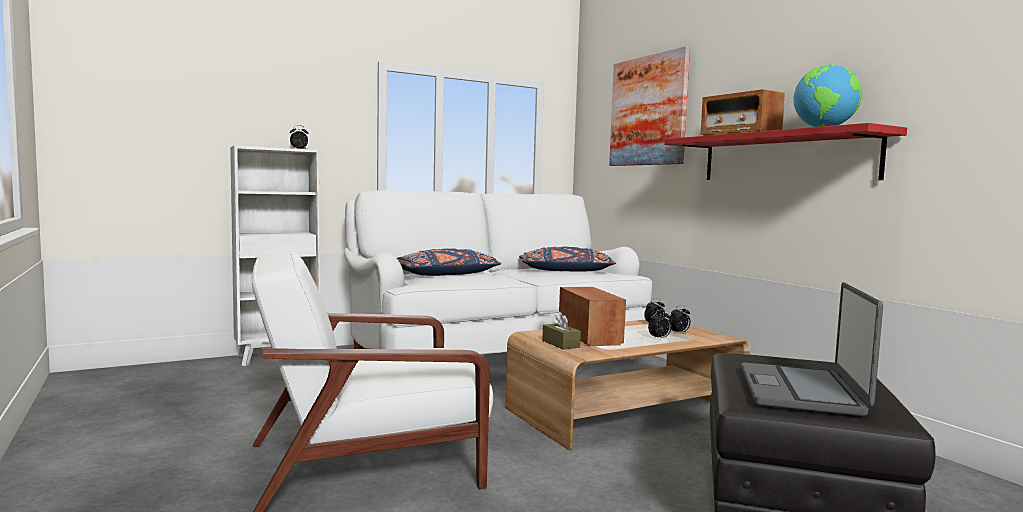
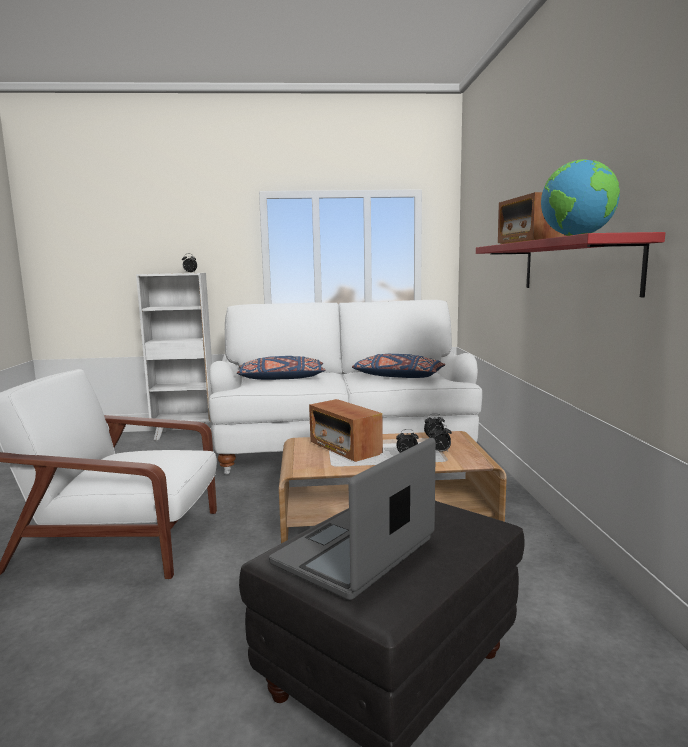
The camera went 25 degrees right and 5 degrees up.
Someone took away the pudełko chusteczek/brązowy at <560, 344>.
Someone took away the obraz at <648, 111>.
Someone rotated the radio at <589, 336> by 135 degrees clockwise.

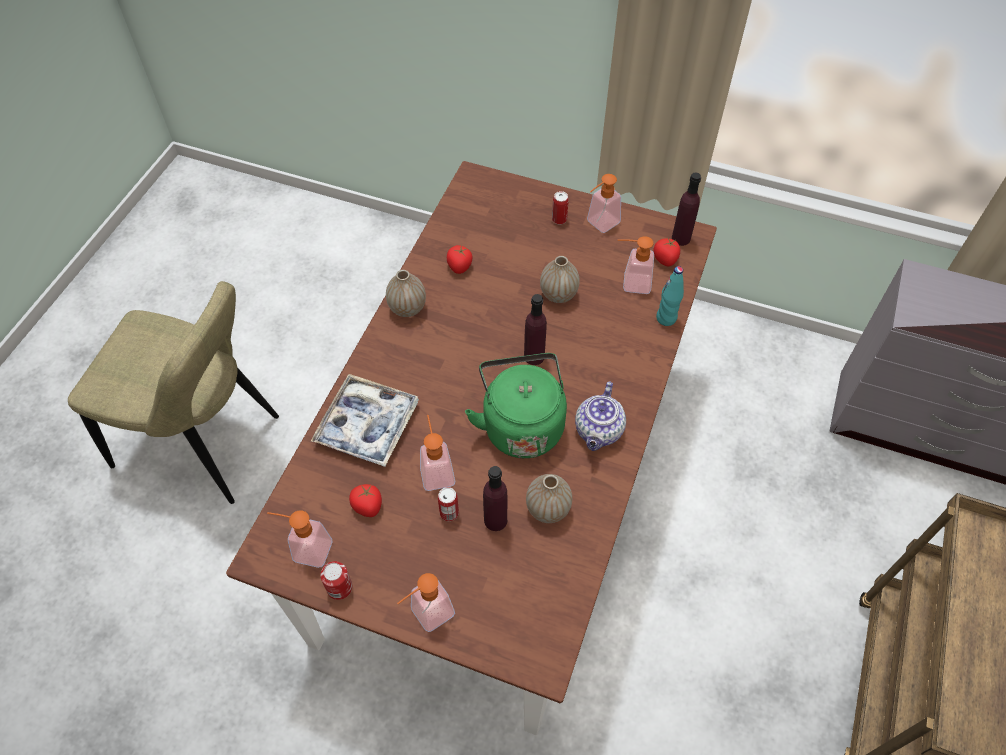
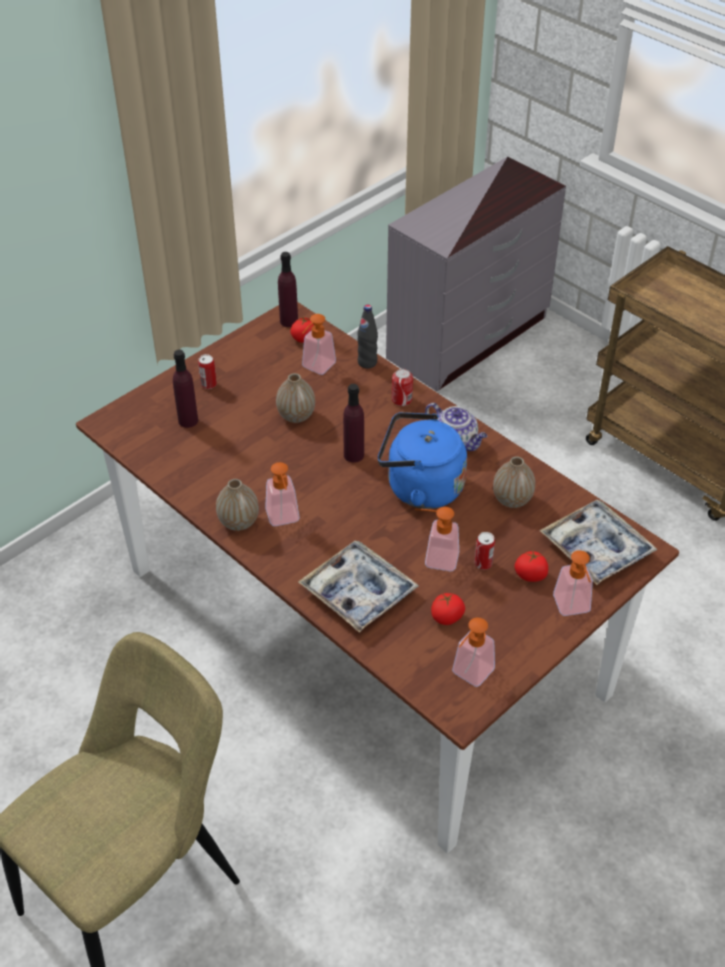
The camera went 65 degrees left and 10 degrees down.
Someone put down the taca at <596, 548>.
Someone carried the puszka from <339, 587> to <401, 399>.
Someone carried the pomidor from <459, 267> to <531, 575>.
Someone carried the butelka/fioletowy from <495, 520> to <188, 420>.
Someone carried the dozownik mydła from <599, 224> to <284, 520>.
Someone repainted the czajnik/zielony at <521, 424>, which became the czajnik/niebieski at <420, 487>.
Someone repainted the butelka/turkusowy at <666, 318>, which became the butelka/czarny at <367, 362>.

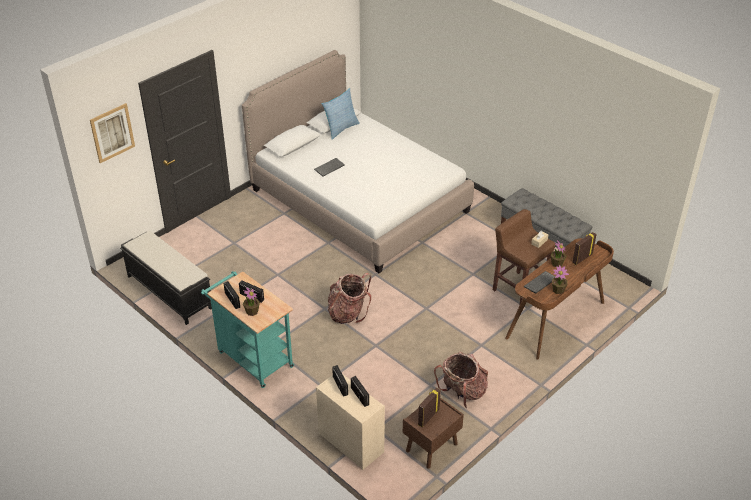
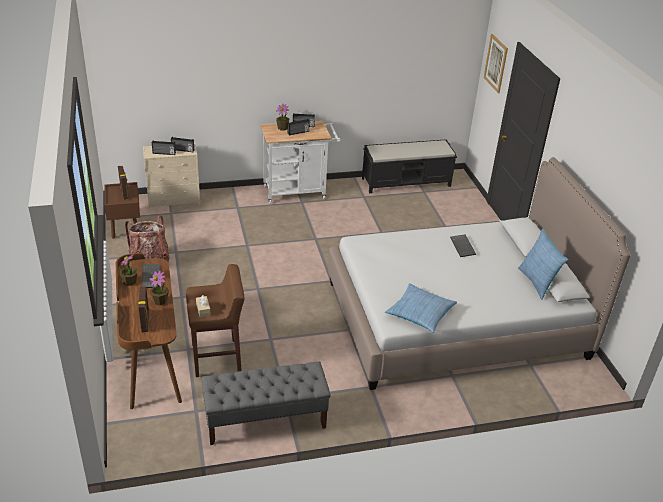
The camera went 120 degrees right and 5 degrees down.
Someone took away the plecak at <348, 313>.
Someone put down the poduszka at <420, 313>.
Someone repainted the wózek/turkusowy at <252, 357>, which became the wózek/biały at <298, 191>.

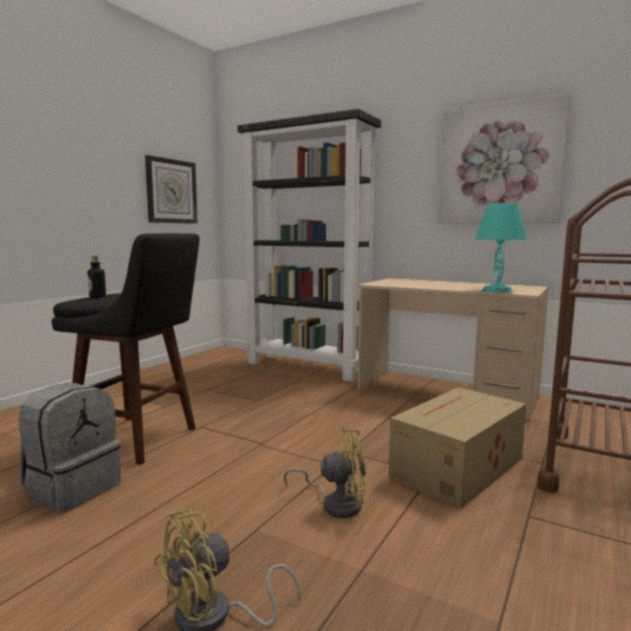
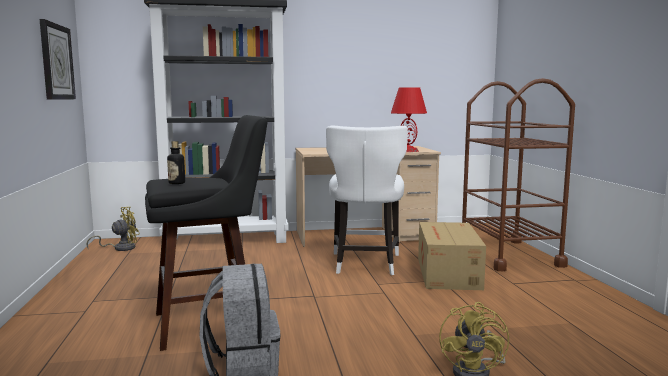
The camera went 40 degrees left and 0 degrees up.
Someone took away the obraz at <500, 164>.
Someone put down the krzesło/biały at <365, 264>.
Someone carried the wentylator/żółty from <336, 503> to <120, 248>.
Someone repainted the lampa stołowa/turkusowy at <496, 290>, which became the lampa stołowa/czerwony at <407, 151>.

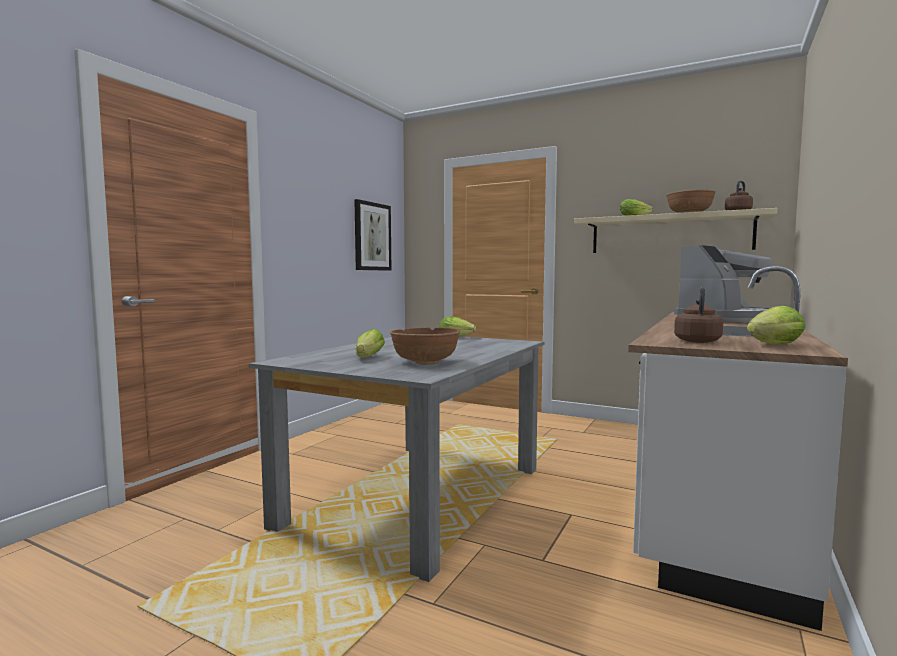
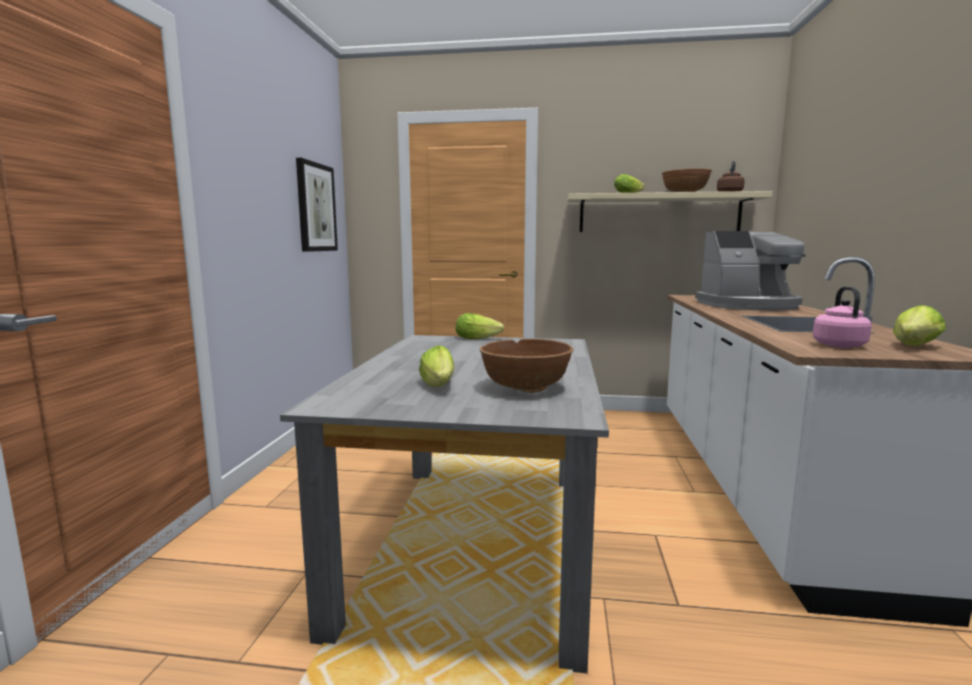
The camera went 20 degrees left and 5 degrees up.
Someone repainted the czajnik/brązowy at <697, 341>, which became the czajnik/różowy at <837, 345>.
Someone rotated the ekspres do kawy at <725, 319> by 60 degrees clockwise.

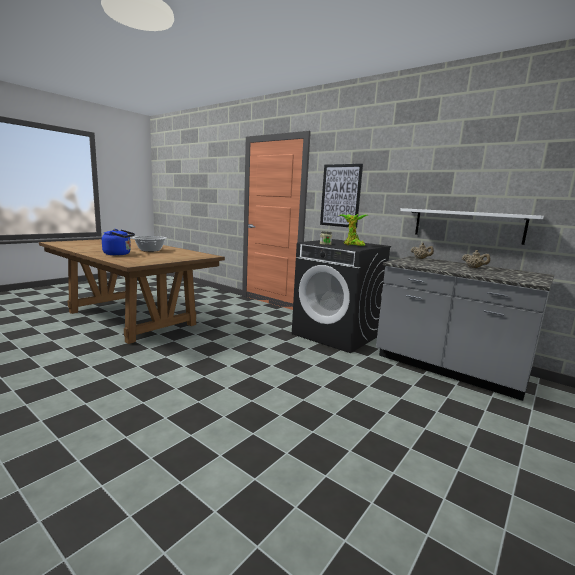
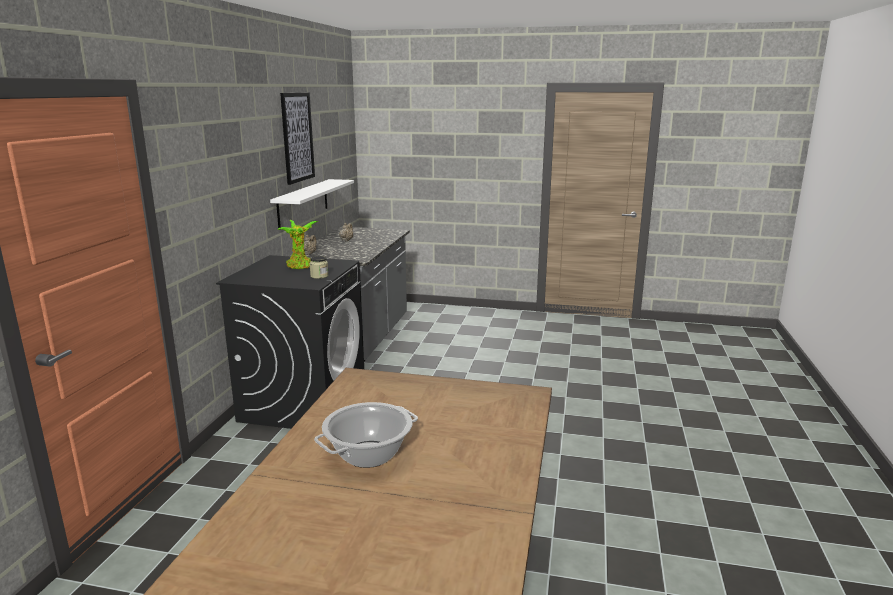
The camera went 115 degrees left and 5 degrees up.
Someone took away the czajnik/niebieski at <119, 254>.
Someone carried the obraz from <340, 195> to <297, 137>.

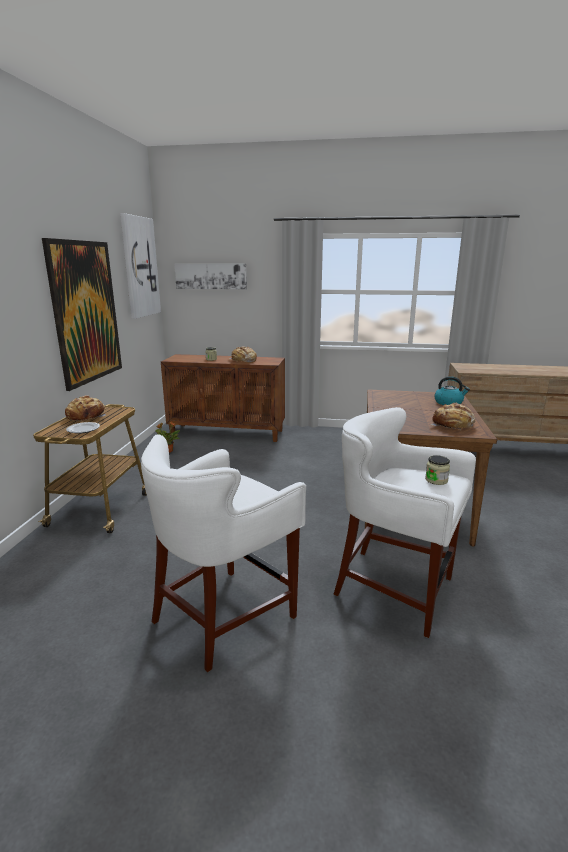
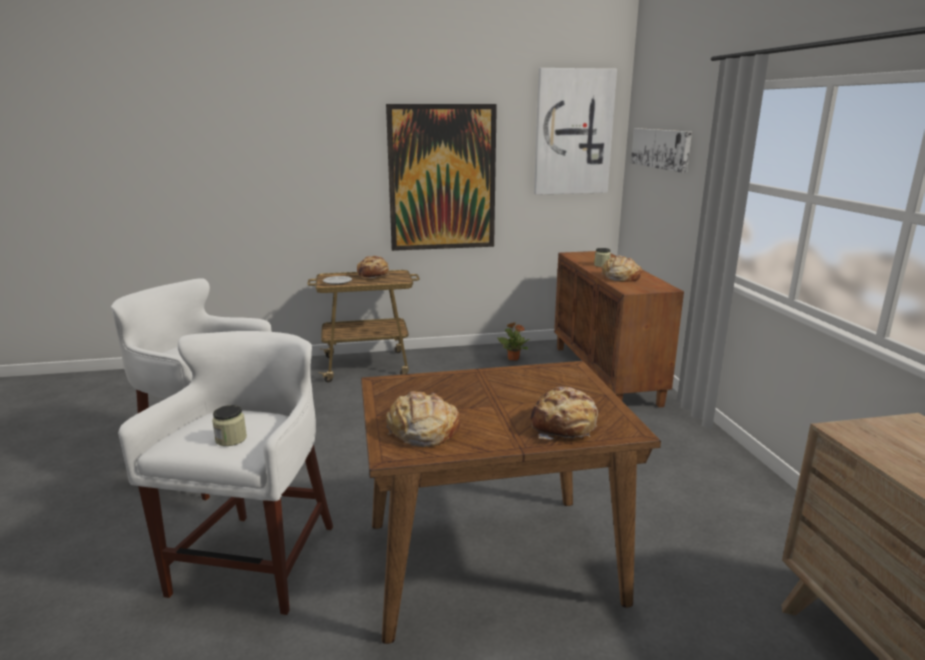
The camera went 70 degrees right and 0 degrees up.
Someone swapped the czajnik at <449, 402> for the chleb at <564, 426>.

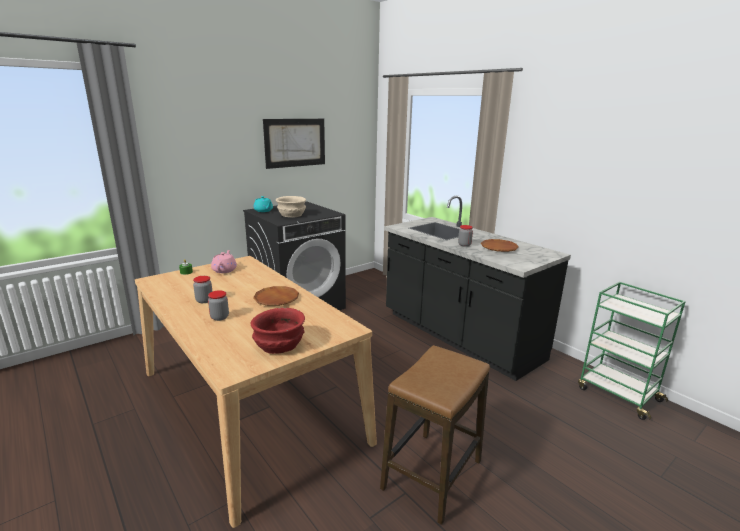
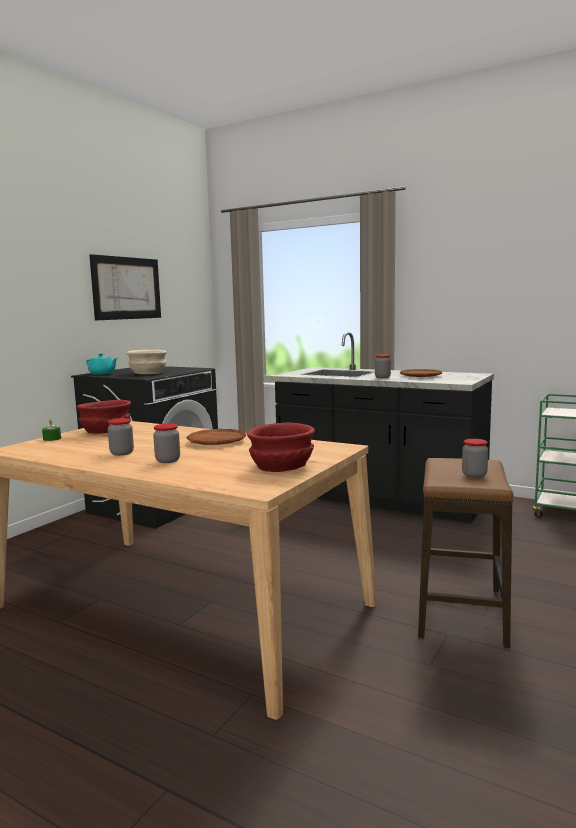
The camera went 20 degrees left and 10 degrees down.
Someone put down the słoik at <474, 475>.
Someone swapped the imbryk/różowy at <224, 270> for the miska/czerwony at <105, 431>.

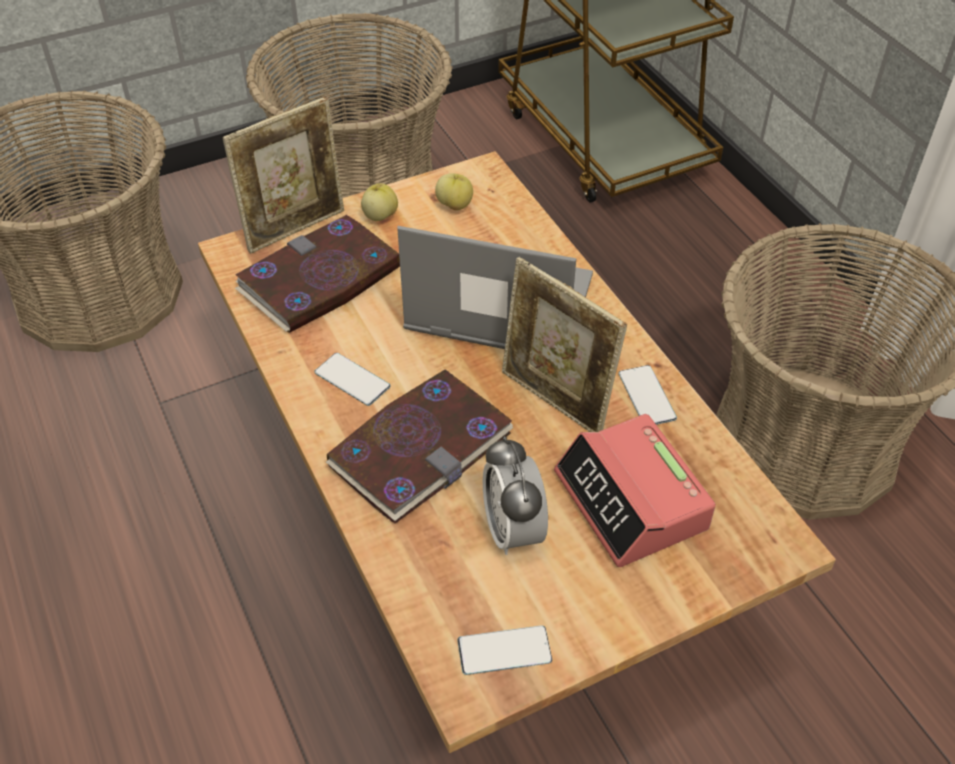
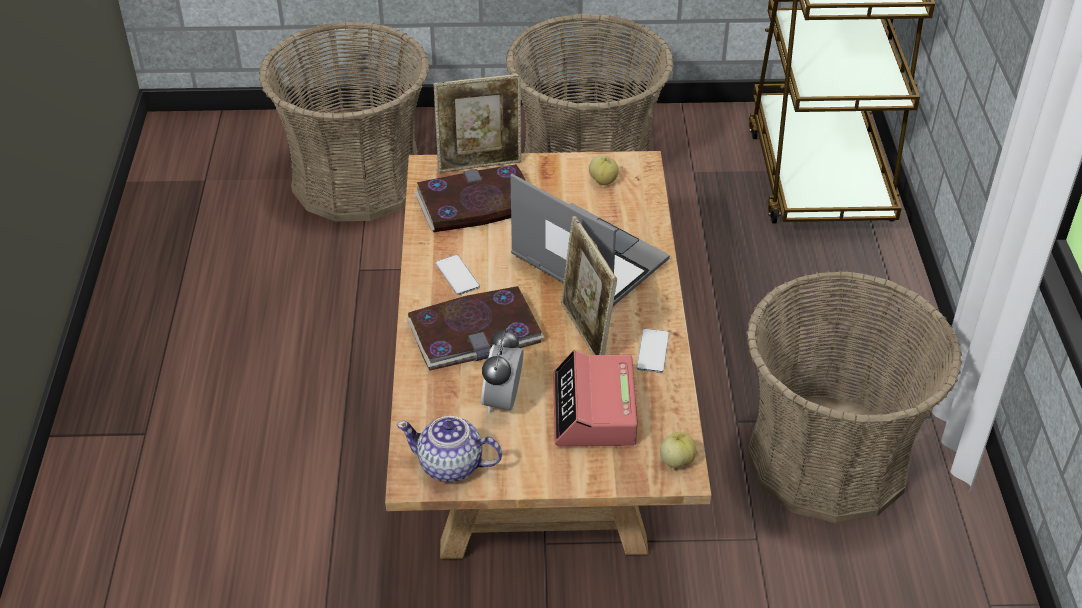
The camera went 25 degrees right and 5 degrees down.
Someone carried the jabłko from <380, 216> to <676, 461>.
Someone swapped the telefon at <504, 650> for the imbryk at <451, 465>.

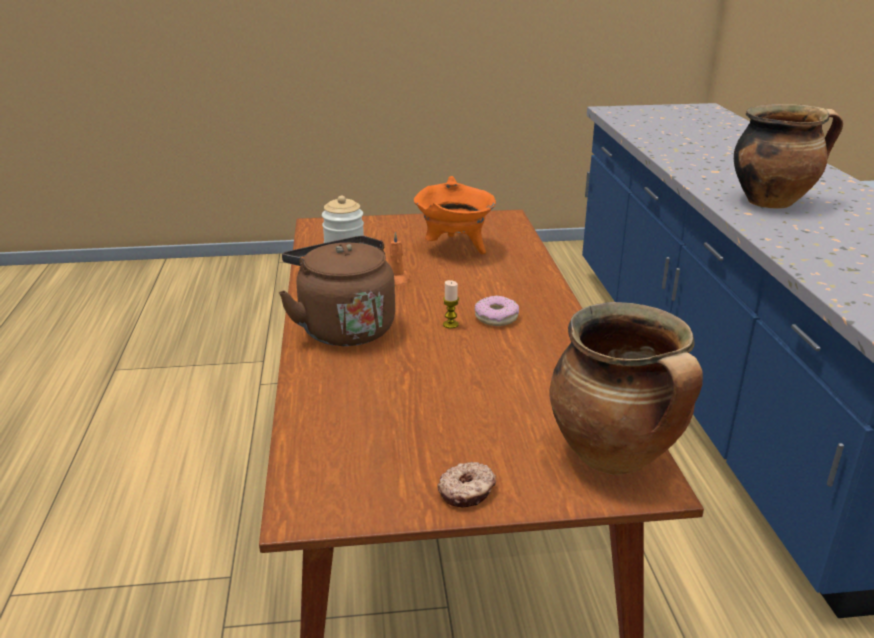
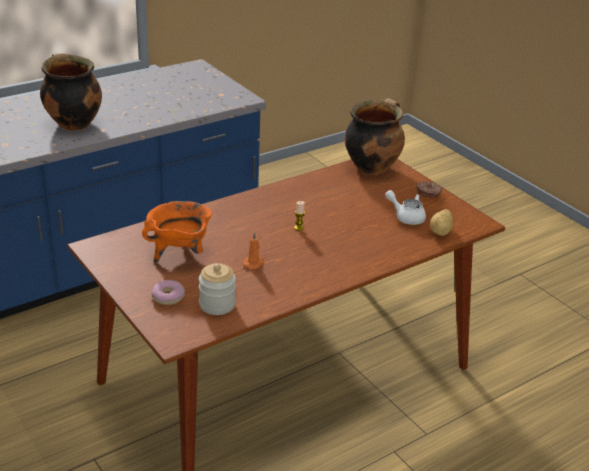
The camera went 120 degrees left and 5 degrees up.
Someone took away the czajnik/brązowy at <343, 327>.
Someone put down the imbryk/biały at <406, 217>.
Someone put down the ziemniak at <441, 231>.
Someone carried the donut from <496, 317> to <168, 297>.

